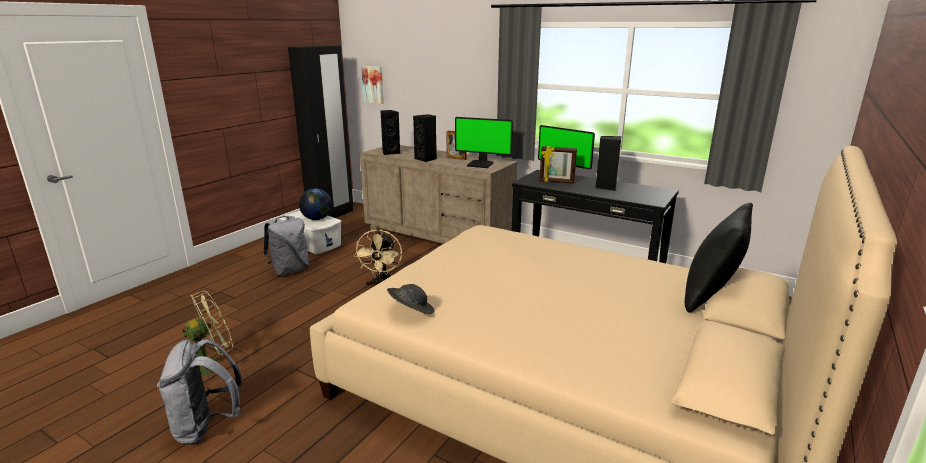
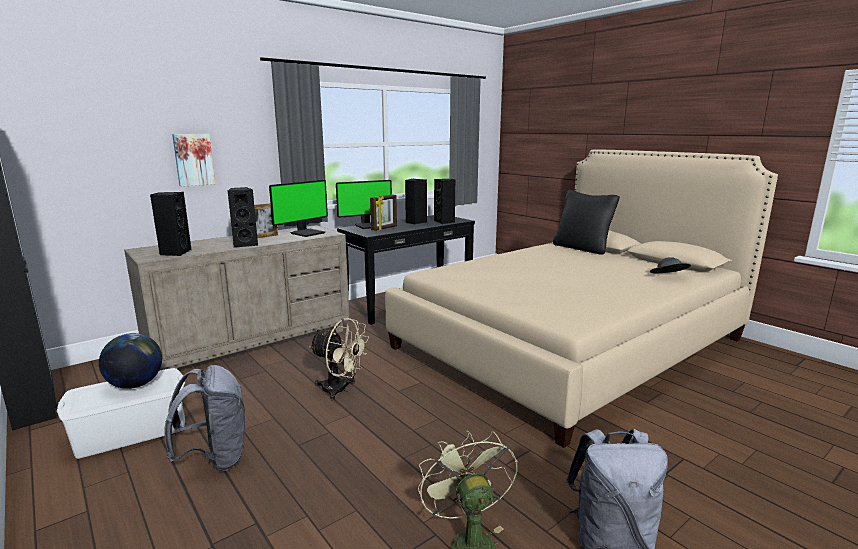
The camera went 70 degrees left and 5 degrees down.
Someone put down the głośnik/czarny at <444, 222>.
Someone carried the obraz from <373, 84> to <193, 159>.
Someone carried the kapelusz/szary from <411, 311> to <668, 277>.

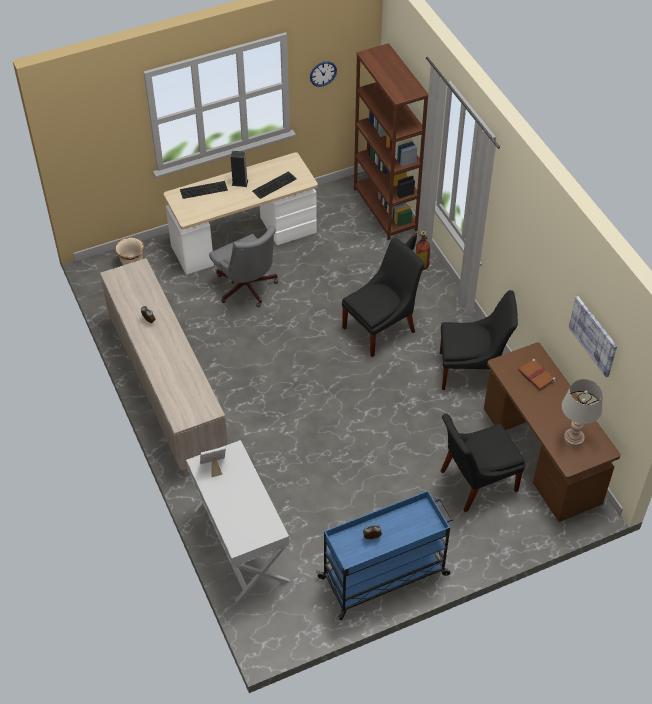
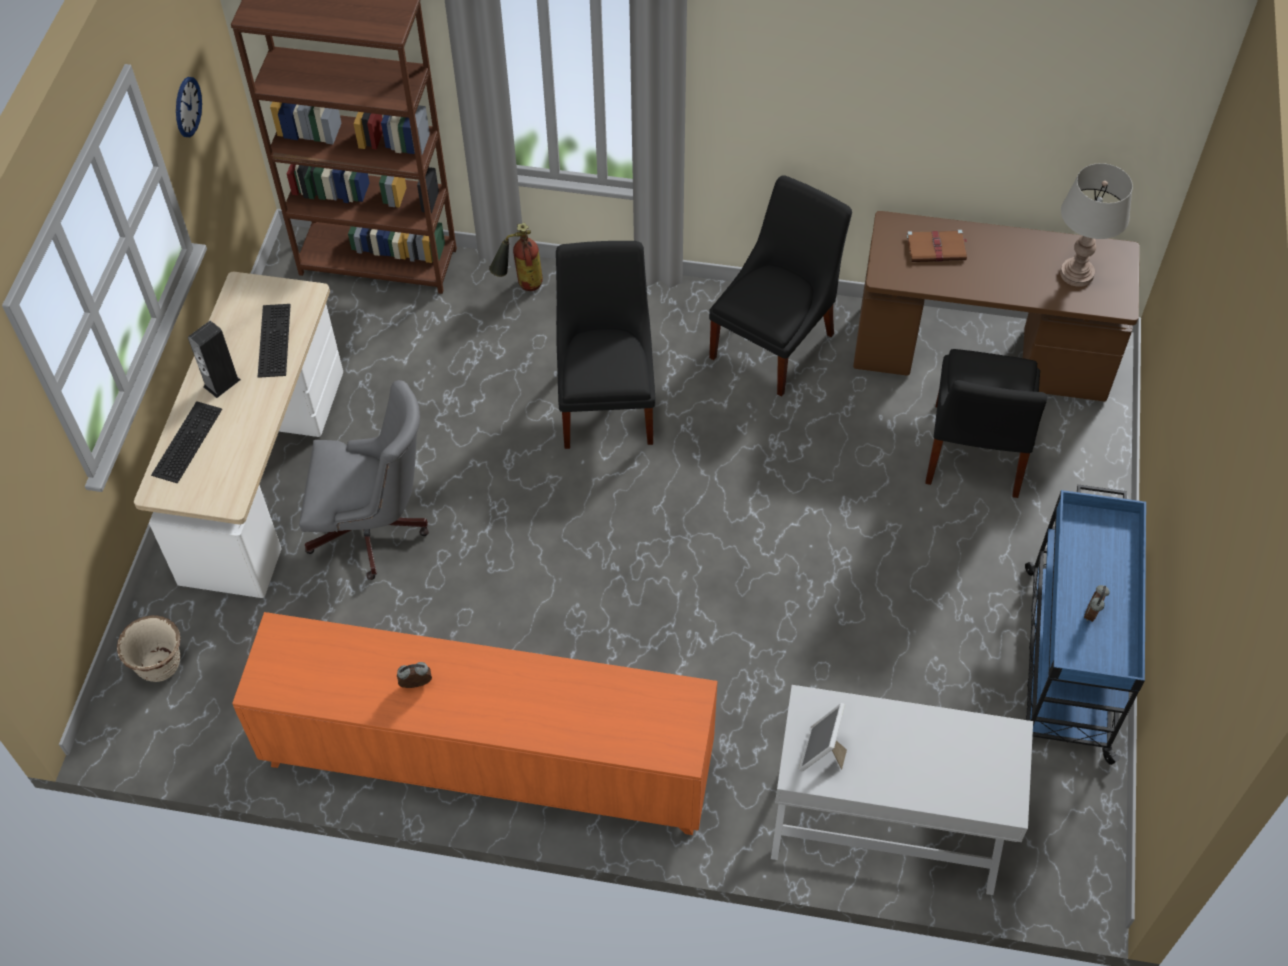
The camera went 55 degrees left and 5 degrees up.
Someone took away the obraz at <593, 336>.
Someone repainted the szafka/beżowy at <167, 389>, which became the szafka/pomarańczowy at <489, 764>.

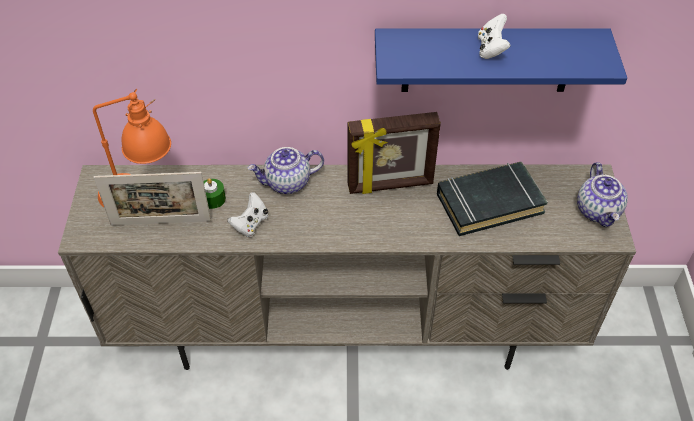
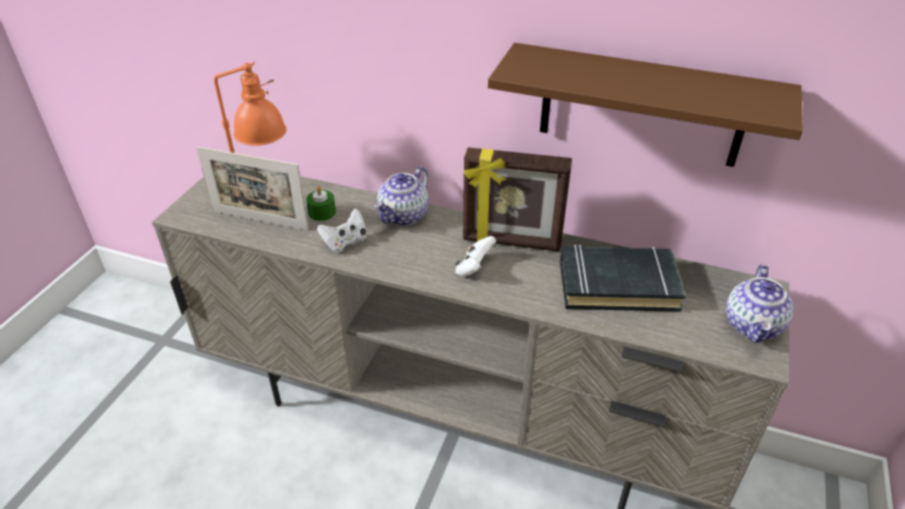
The camera went 20 degrees right and 10 degrees down.
Someone carried the pad do gier/biały from <491, 49> to <474, 268>.
Someone repainted the półka/niebieski at <487, 60>, which became the półka/brązowy at <641, 106>.
Someone rotated the imbryk at <287, 183> by 60 degrees counterclockwise.

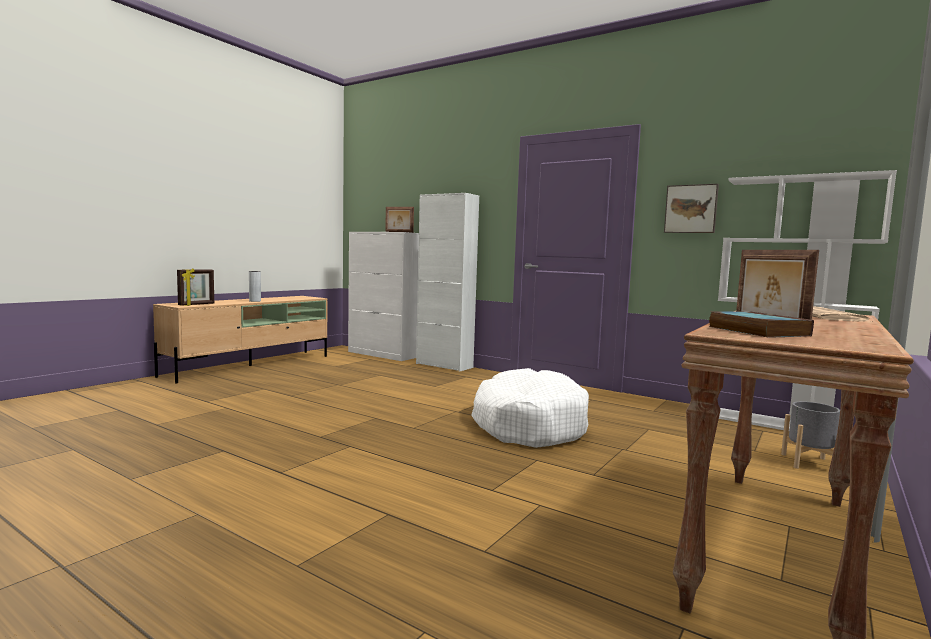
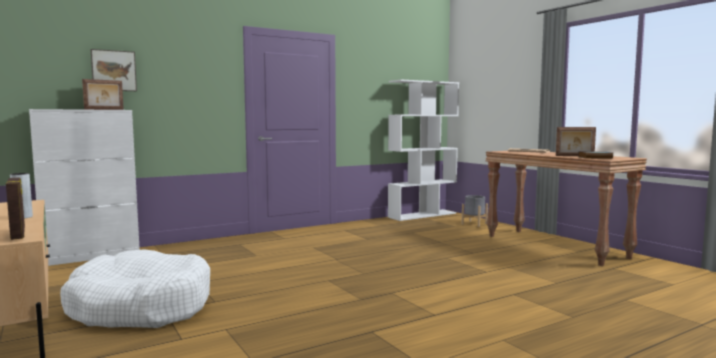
The camera went 65 degrees left and 0 degrees up.
Someone took away the szafka/biały at <444, 365>.
Someone carried the legowisko/biały from <529, 425> to <140, 307>.
Someone carried the obraz from <691, 209> to <113, 70>.

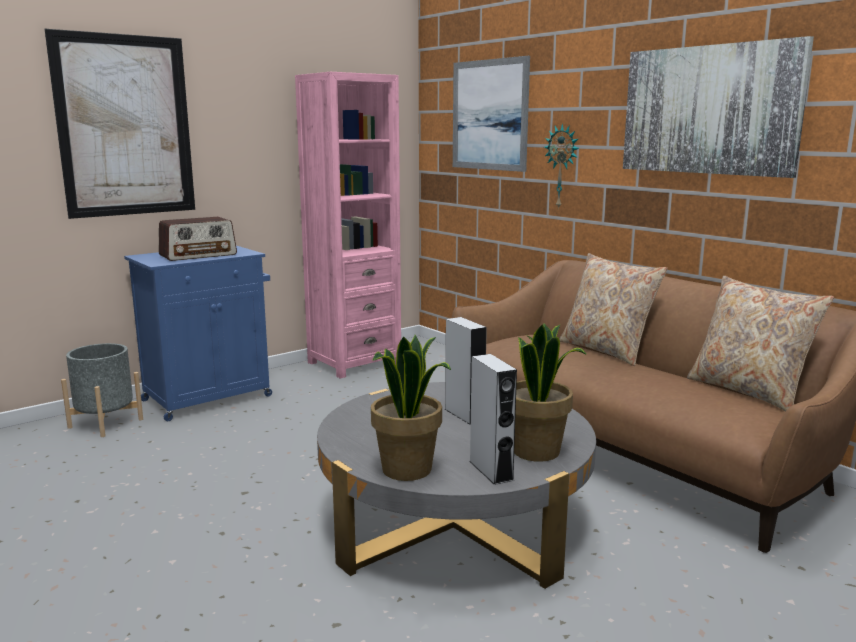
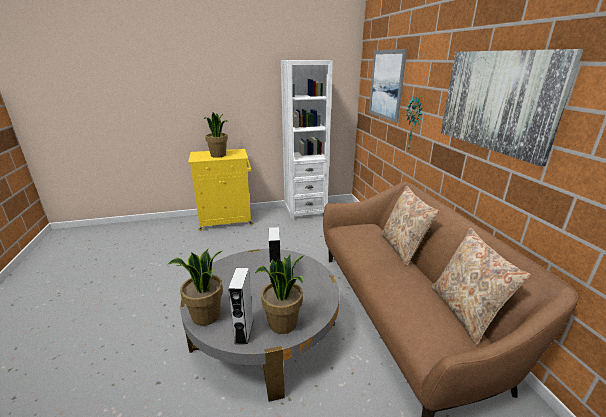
The camera went 25 degrees right and 10 degrees up.
Someone took away the obraz at <125, 126>.
Someone took away the donica/szary at <106, 423>.
Someone swapped the radio at <198, 255> for the roślina doniczkowa at <218, 155>.
Someone repainted the szafka/niebieski at <209, 397>, which became the szafka/żółty at <227, 220>.
Someone repainted the regał/różowy at <354, 363>, which became the regał/biały at <305, 211>.

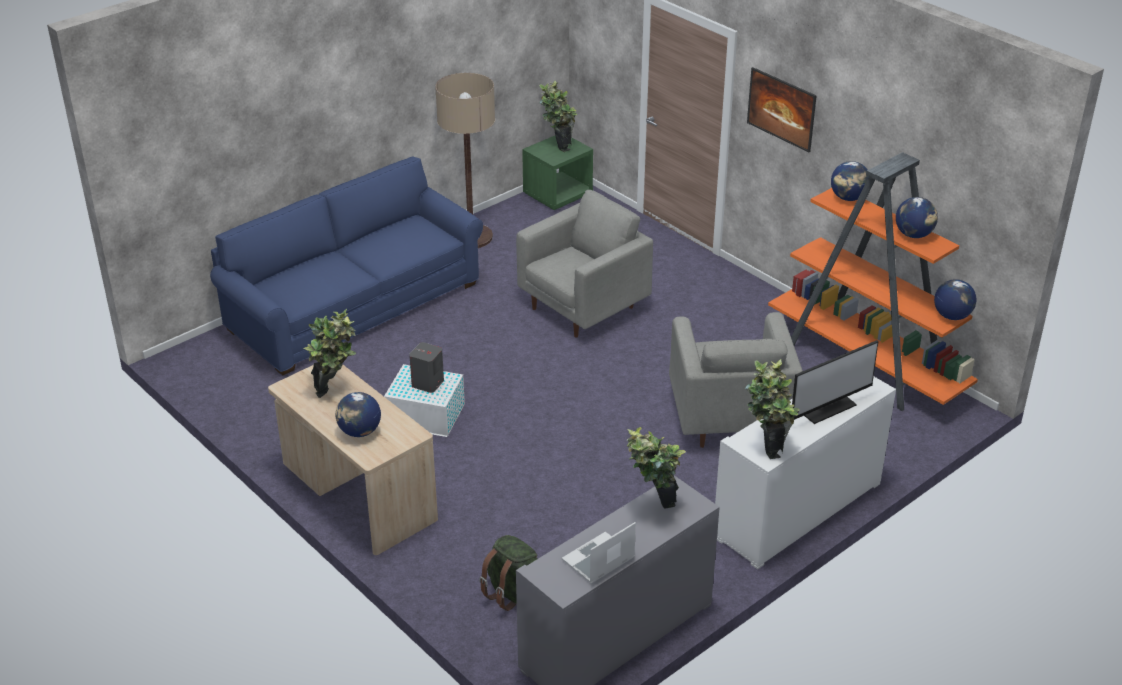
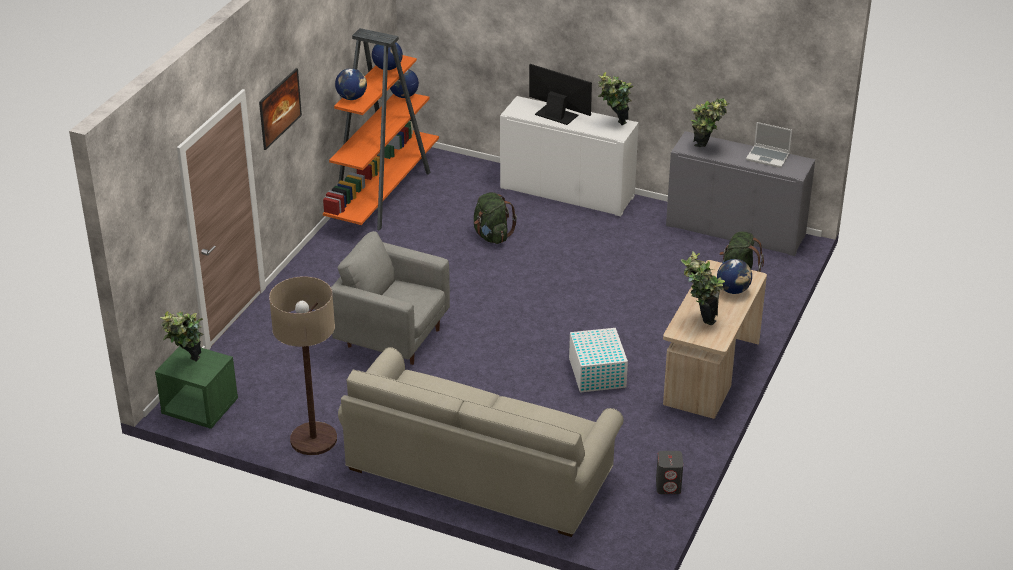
The camera went 115 degrees left and 0 degrees up.
Someone carried the głośnik/szary from <427, 383> to <668, 486>.
Someone swapped the fotel/szary at <729, 419> for the plecak/zielony at <492, 236>.
Someone repainted the kanapa/niebieski at <354, 306>, which became the kanapa/beżowy at <478, 470>.

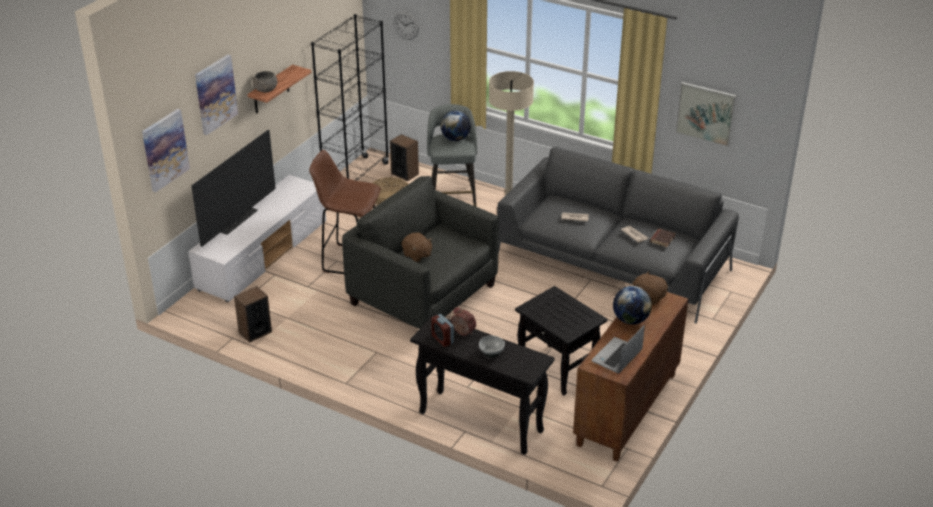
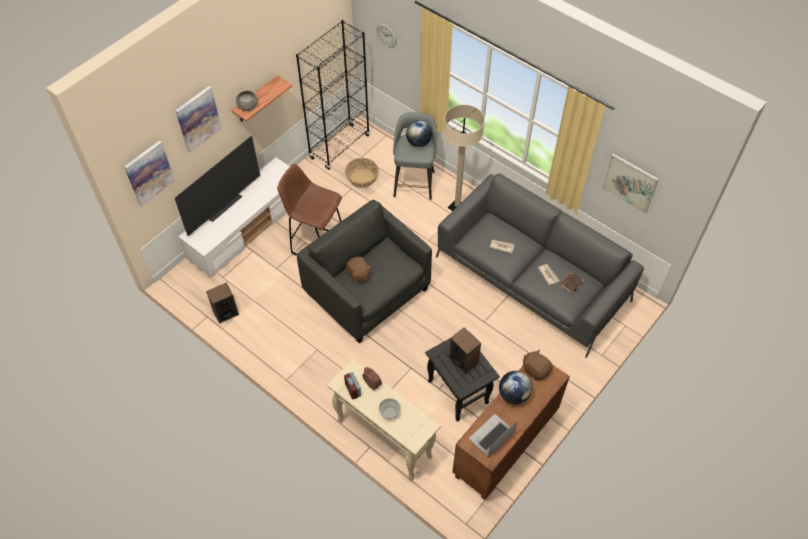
The camera went 10 degrees right and 20 degrees up.
Someone carried the głośnik from <405, 174> to <463, 361>.
Someone repainted the stolik konsolowy/czarny at <479, 422>, which became the stolik konsolowy/beżowy at <383, 439>.

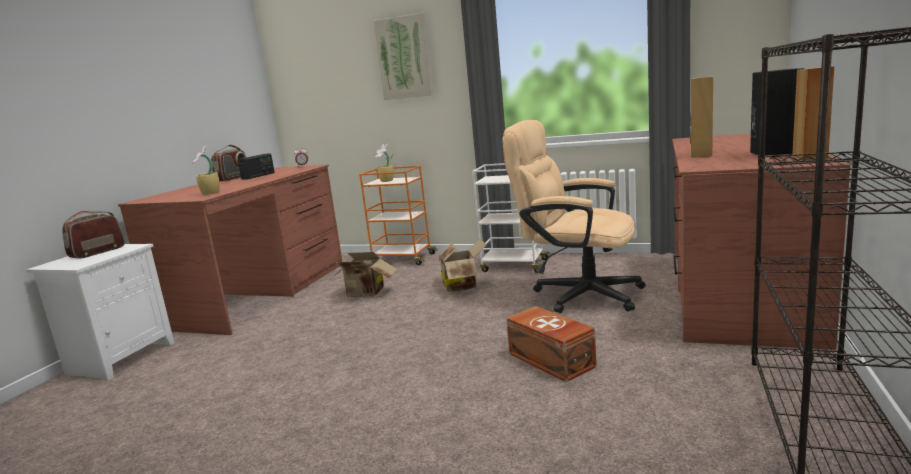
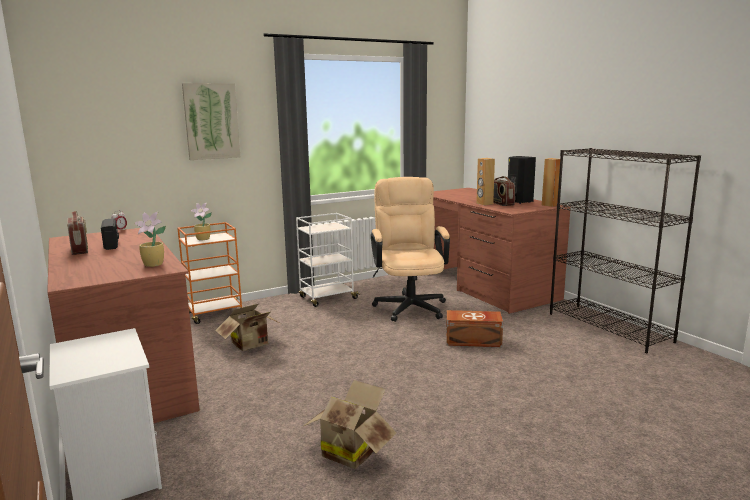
The camera went 50 degrees left and 0 degrees up.
Someone carried the radio from <97, 252> to <501, 204>.
Someone carried the karton from <462, 285> to <351, 451>.
Someone rotated the krzesło biurowe/beżowy at <577, 294> by 105 degrees clockwise.

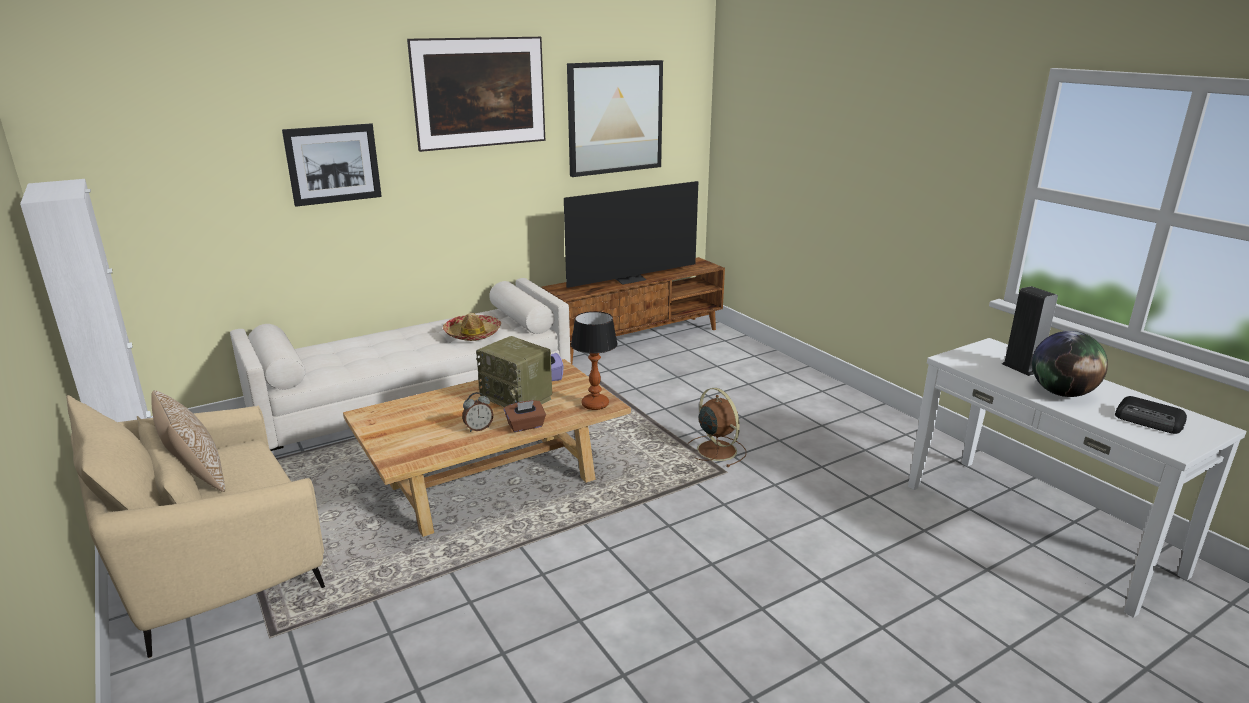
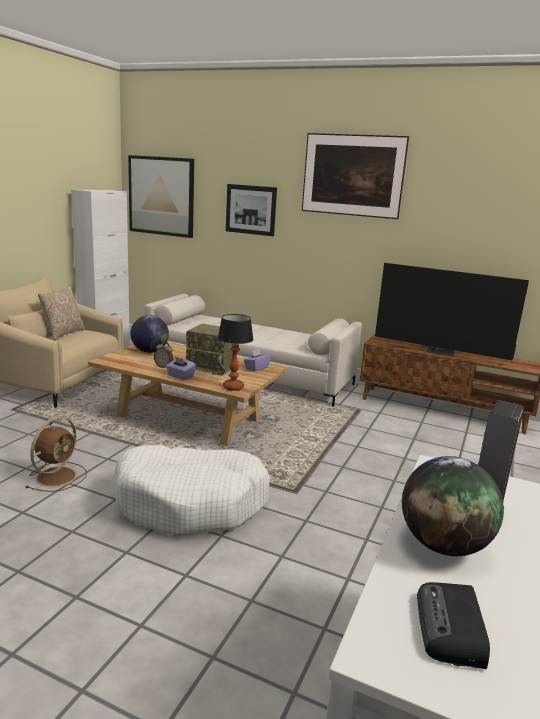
The camera went 55 degrees right and 5 degrees down.
Someone took away the kapelusz at <473, 334>.
Someone put down the legowisko/biały at <191, 502>.
Someone put down the globus at <149, 351>.
Someone carried the obraz from <615, 117> to <161, 196>.
Someone carried the wentylator/brązowy from <715, 450> to <58, 476>.
Someone repainted the pudełko chusteczek/brązowy at <525, 426>, which became the pudełko chusteczek/fioletowy at <180, 376>.
Someone rotated the radio at <517, 399> by 75 degrees counterclockwise.

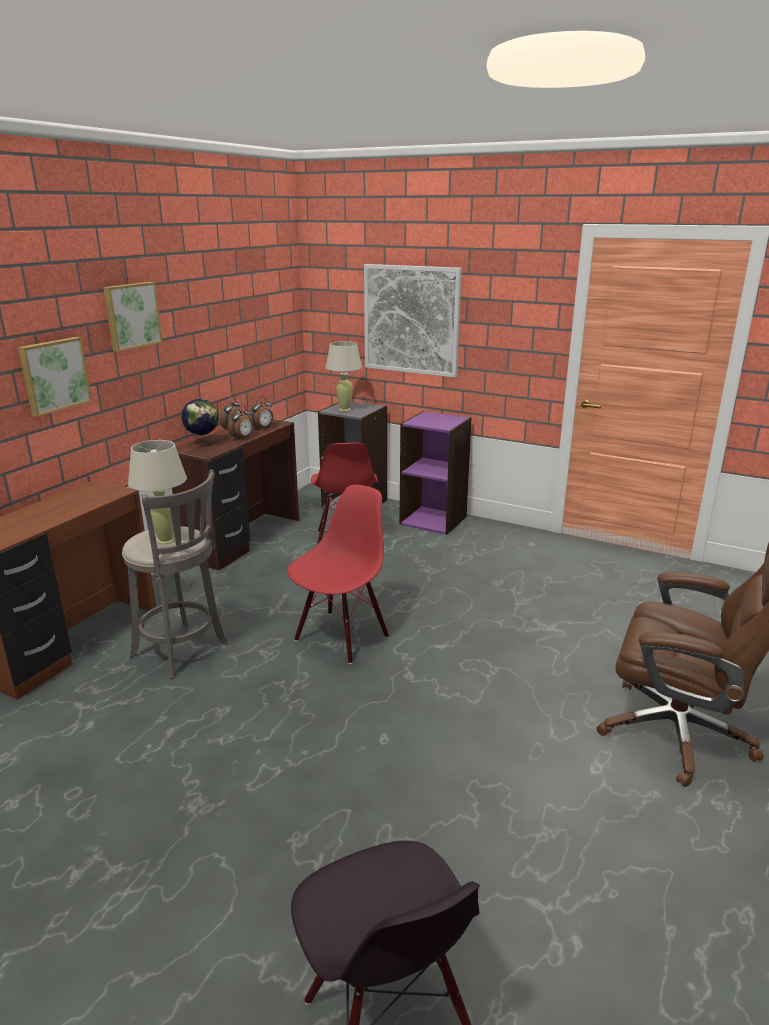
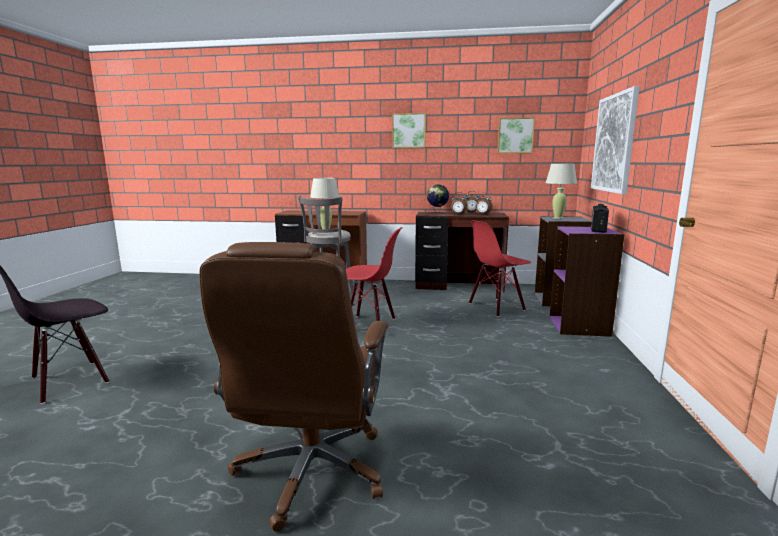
The camera went 70 degrees right and 10 degrees down.
Someone put down the radio at <598, 230>.
Someone carried the obraz from <54, 375> to <515, 135>.

